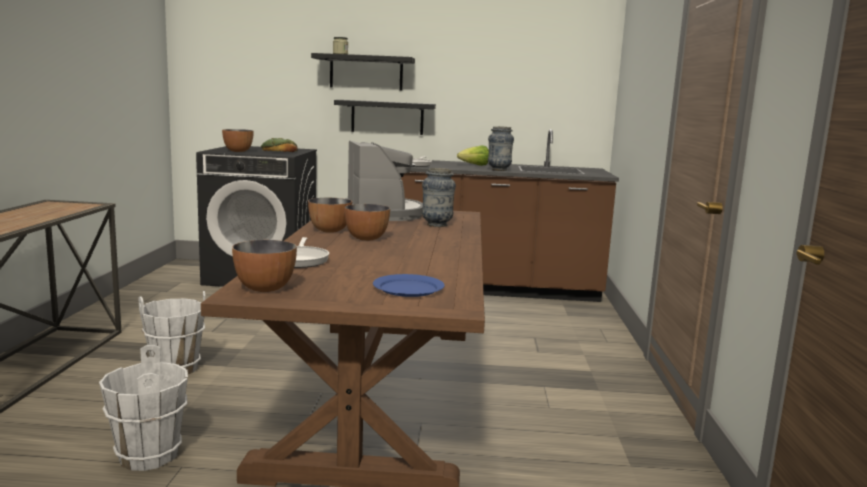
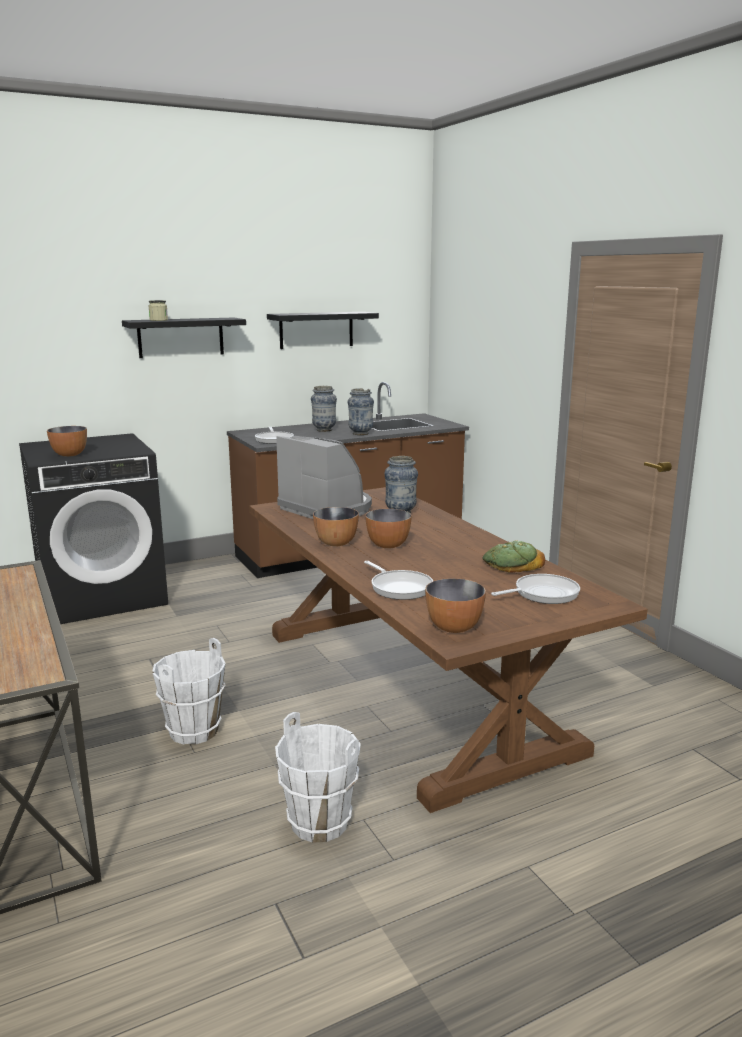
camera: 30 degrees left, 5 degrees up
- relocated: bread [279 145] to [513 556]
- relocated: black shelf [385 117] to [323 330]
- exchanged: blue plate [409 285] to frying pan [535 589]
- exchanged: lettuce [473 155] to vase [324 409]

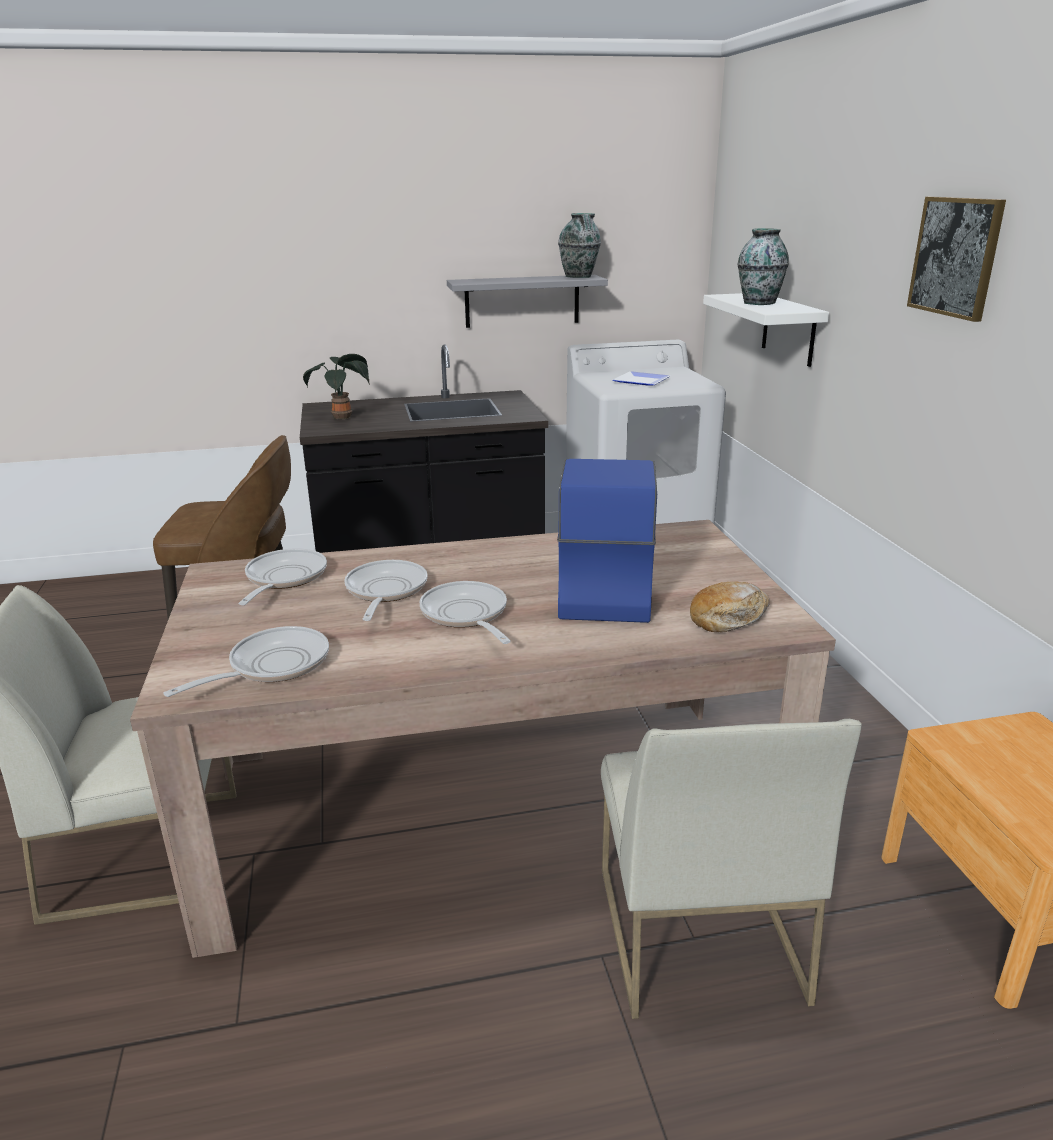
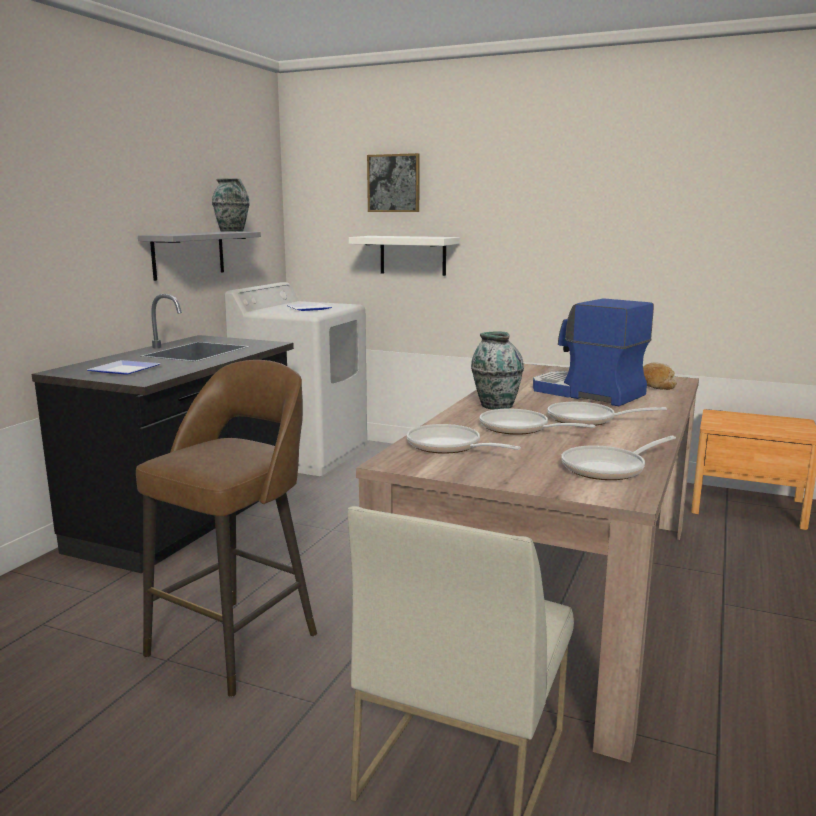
camera: 55 degrees left, 10 degrees down
- missing: white chair [731 869]
- relocated: vase [763 266] to [497 370]
- relocated: picture [956 259] to [393 182]
- exchanged: potted plant [336 386] to plate [123 367]
- spun: frying pan [246 661] = [618 458] 105 degrees counterclockwise

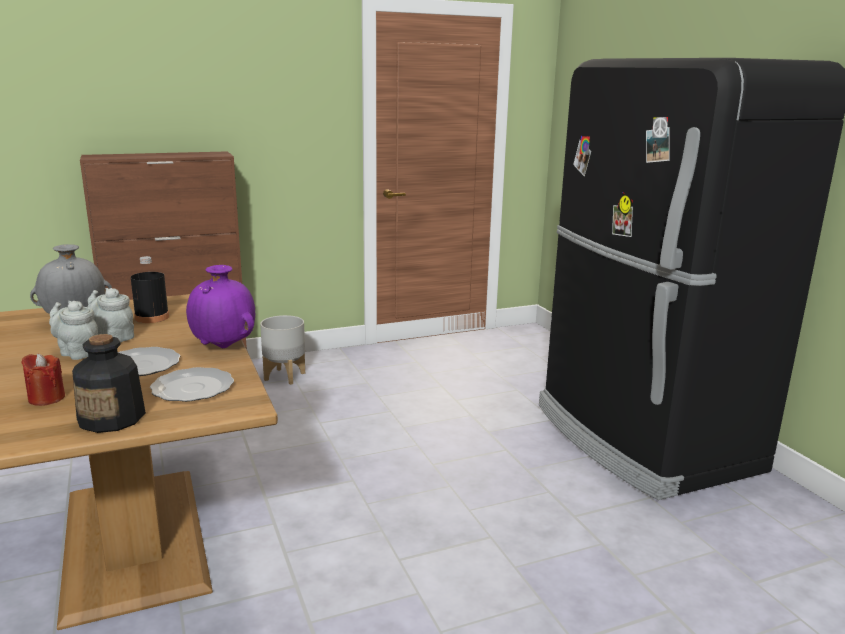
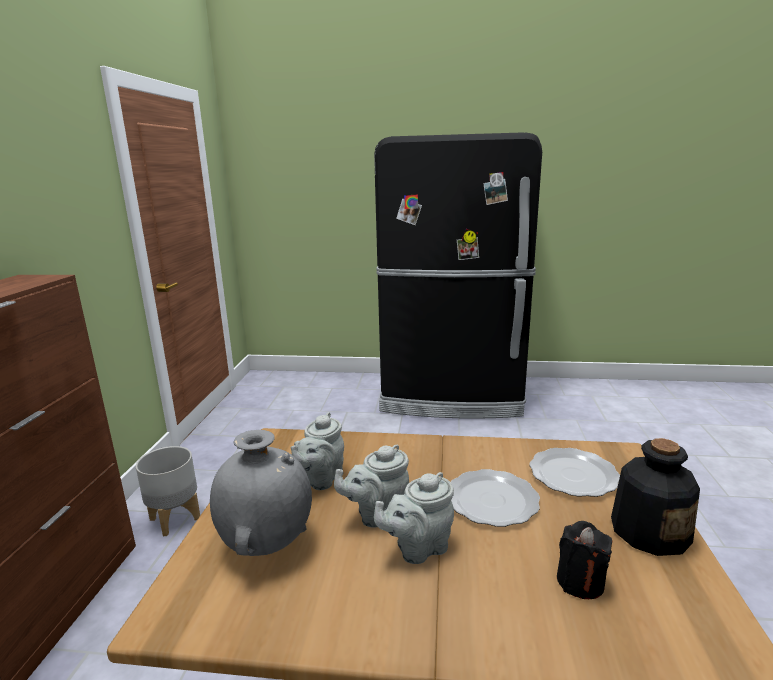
camera: 60 degrees left, 0 degrees up
- missing: purple vase [220 306]
- exchanged: black bottle [150 289] to grey teapot [317 451]
- colour: red candle [43 380] to black candle [584 560]

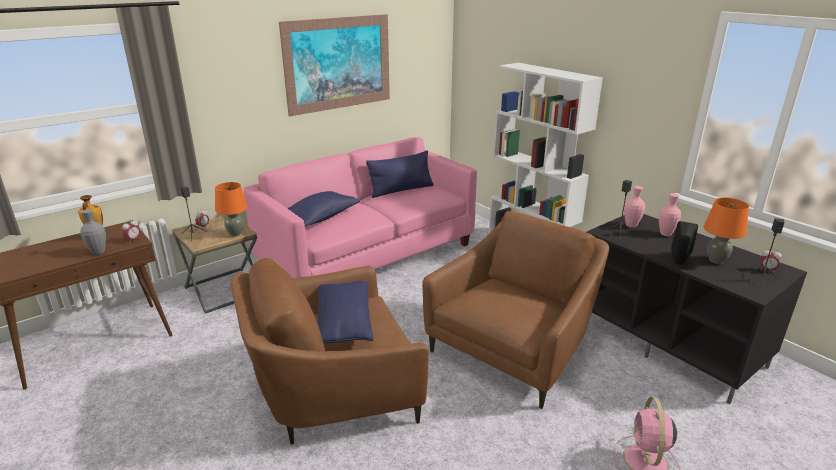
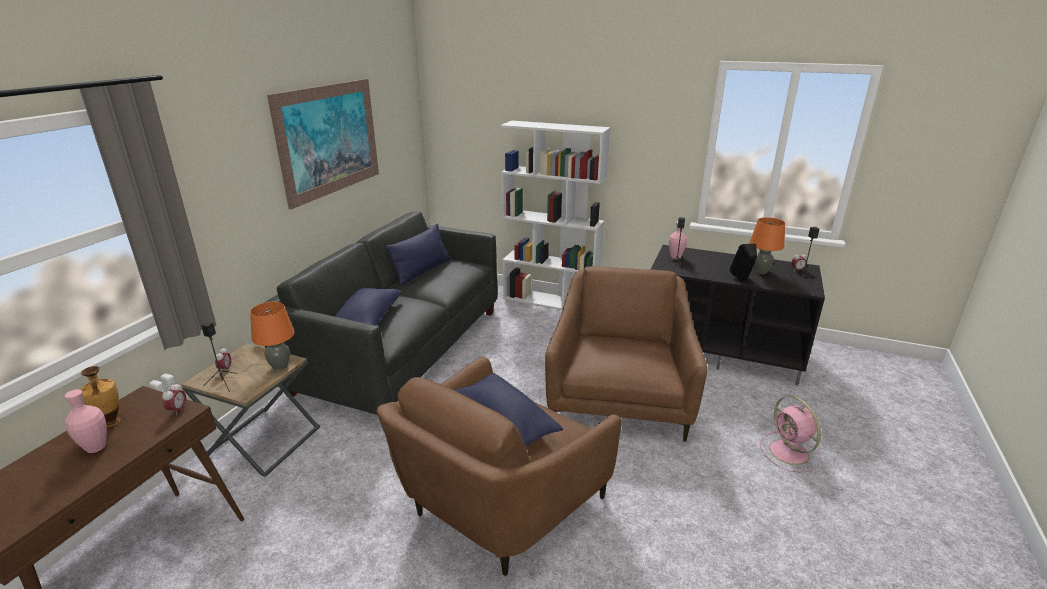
camera: 30 degrees left, 0 degrees up
- missing: grey vase [93 232]
- relocated: pink vase [670 214] to [85 421]
- colour: pink sofa [360 207] to grey sofa [381 313]

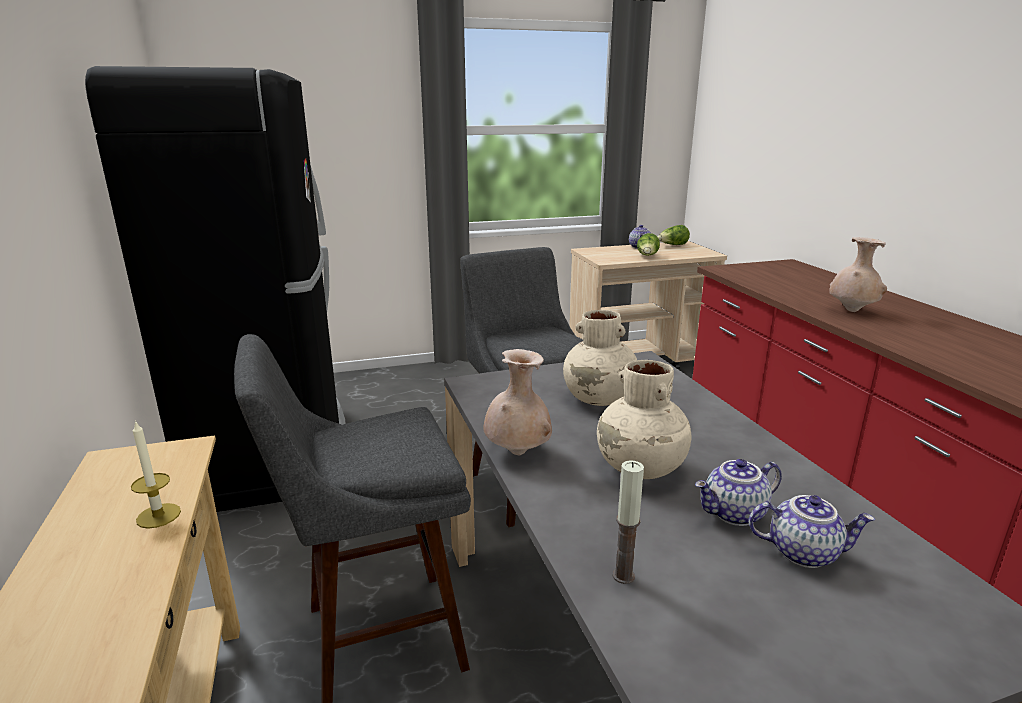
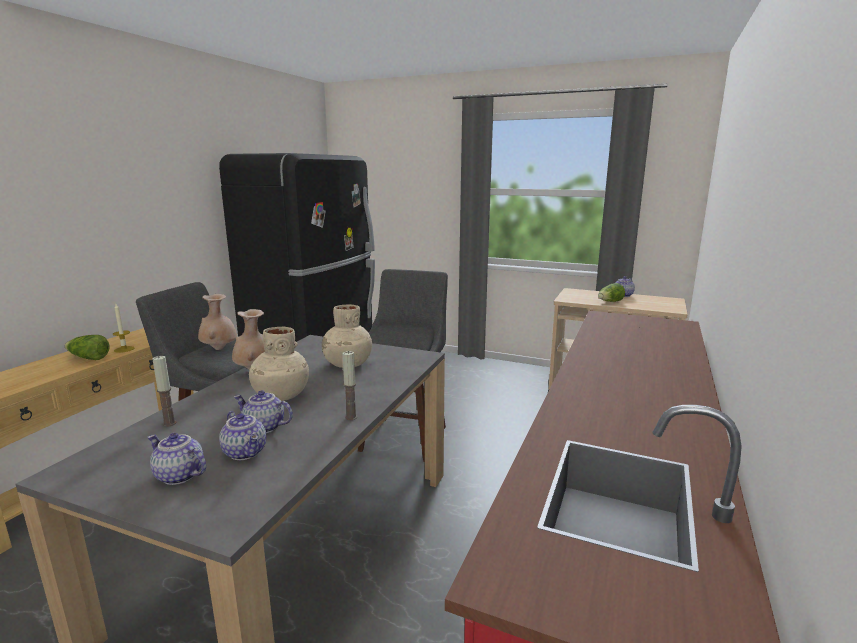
camera: 40 degrees right, 5 degrees down
- appeared: teapot [177 459]
- appeared: candle [349 385]
- relocated: lettuce [674 235] to [87 347]
- relocated: beige vase [858 274] to [217 322]

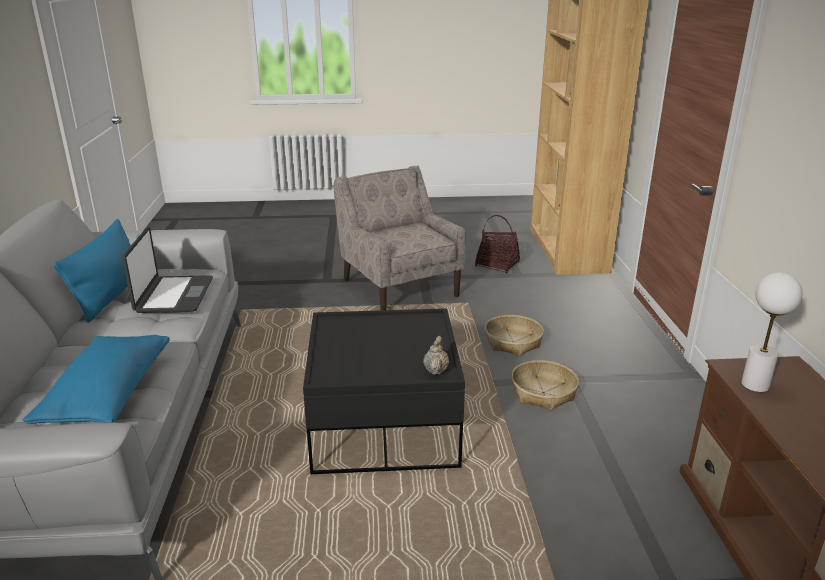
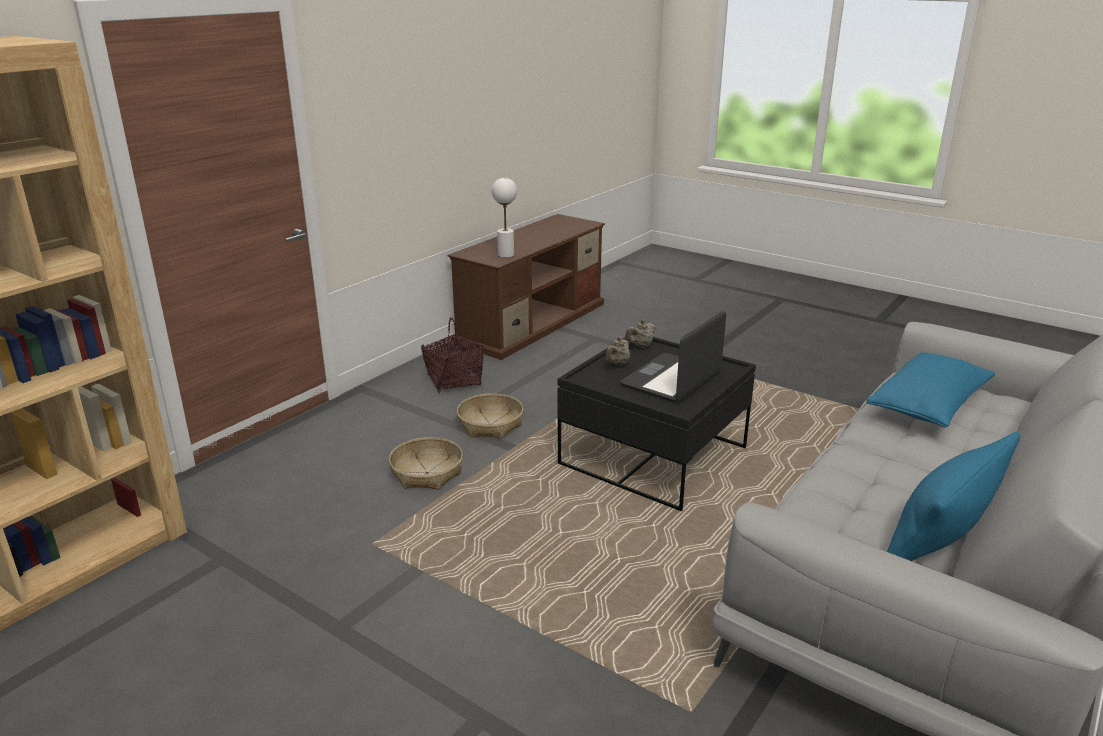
camera: 140 degrees left, 0 degrees up
- missing: beige armchair [399 237]
- appeared: beige teapot [617 351]
- relocated: laptop [167 270] to [673 356]
- relocated: basket [497 244] to [452 355]

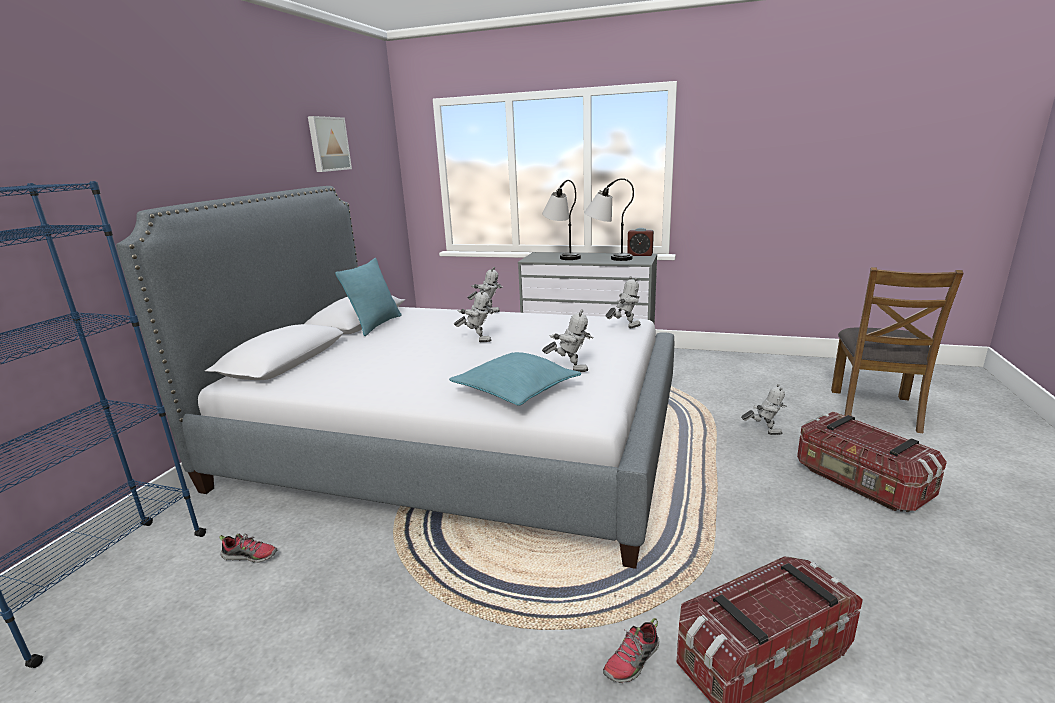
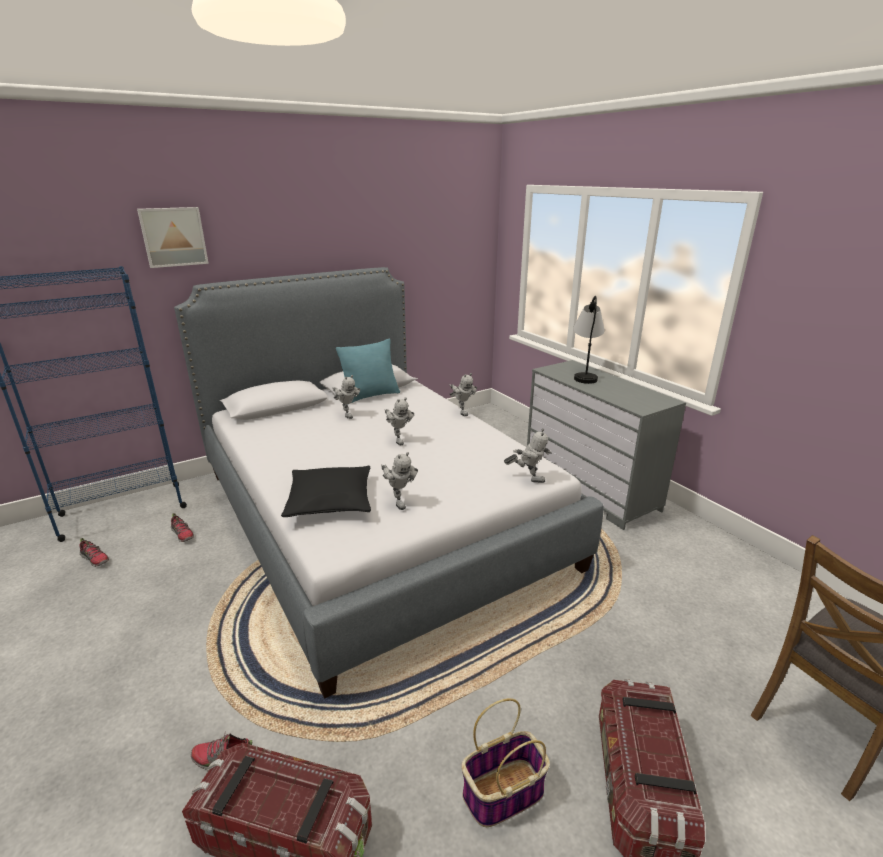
camera: 40 degrees right, 5 degrees up
- missing: table lamp [609 219]
- missing: alarm clock [640 242]
- appeared: shoe [94 552]
- appeared: basket [505 762]
- relocated: picture [330 144] to [173 237]
- relocated: toy robot [764 409] to [346 397]
- colour: turquoise pillow [515 379] to black pillow [326 491]

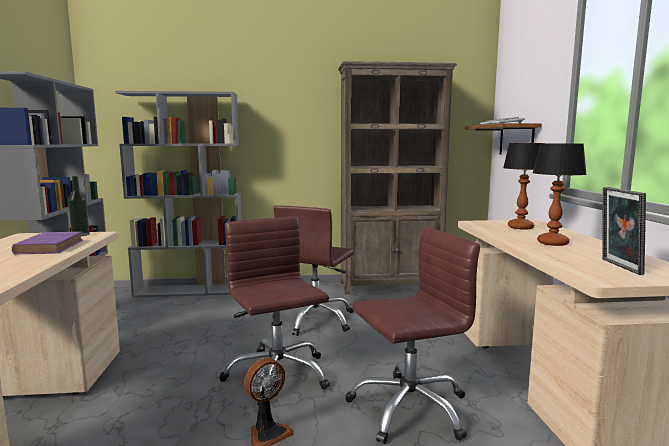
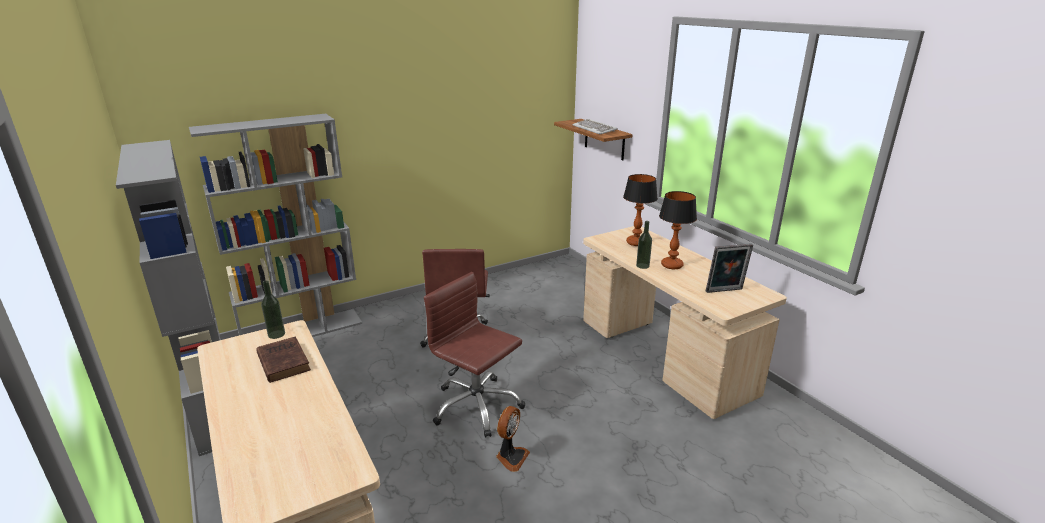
camera: 25 degrees left, 15 degrees up
- missing: brown bookcase [397 177]
- missing: brown office chair [412 335]
- appeared: bottle [644 245]
- colour: purple book [47 243] to brown book [283 360]
- spun: picture frame [624 231] = [729 268] 75 degrees counterclockwise

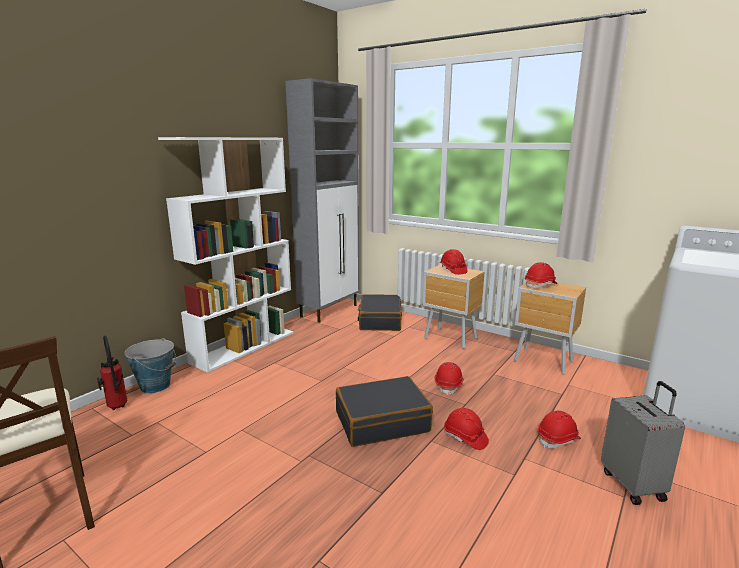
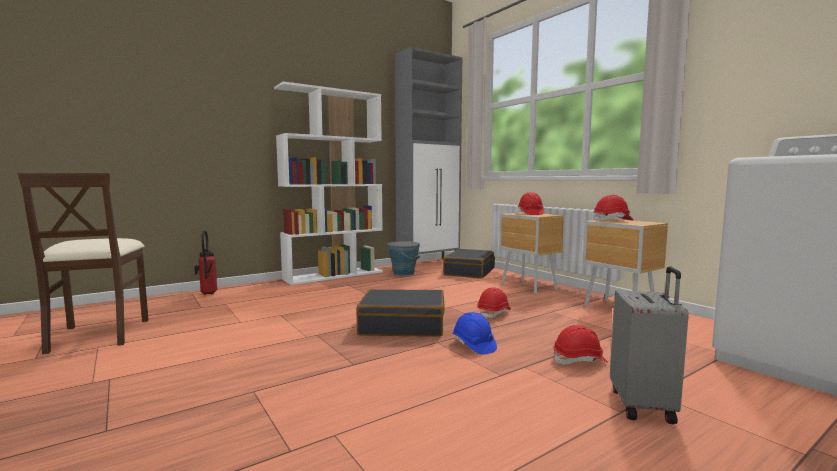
camera: 20 degrees right, 10 degrees down
- relocated: bucket [150 366] to [404 258]
- colour: red hard hat [466 429] to blue hard hat [475 333]

